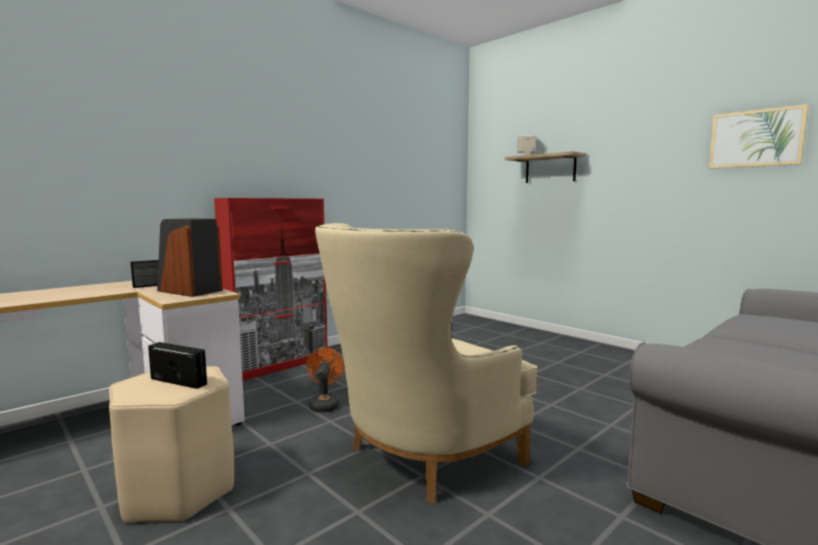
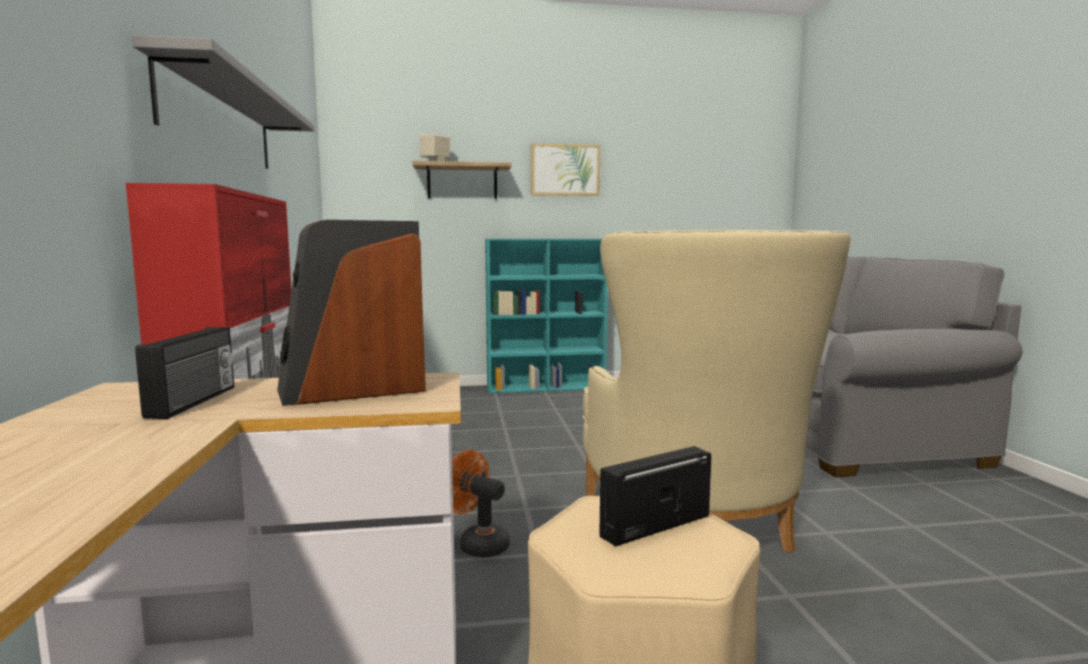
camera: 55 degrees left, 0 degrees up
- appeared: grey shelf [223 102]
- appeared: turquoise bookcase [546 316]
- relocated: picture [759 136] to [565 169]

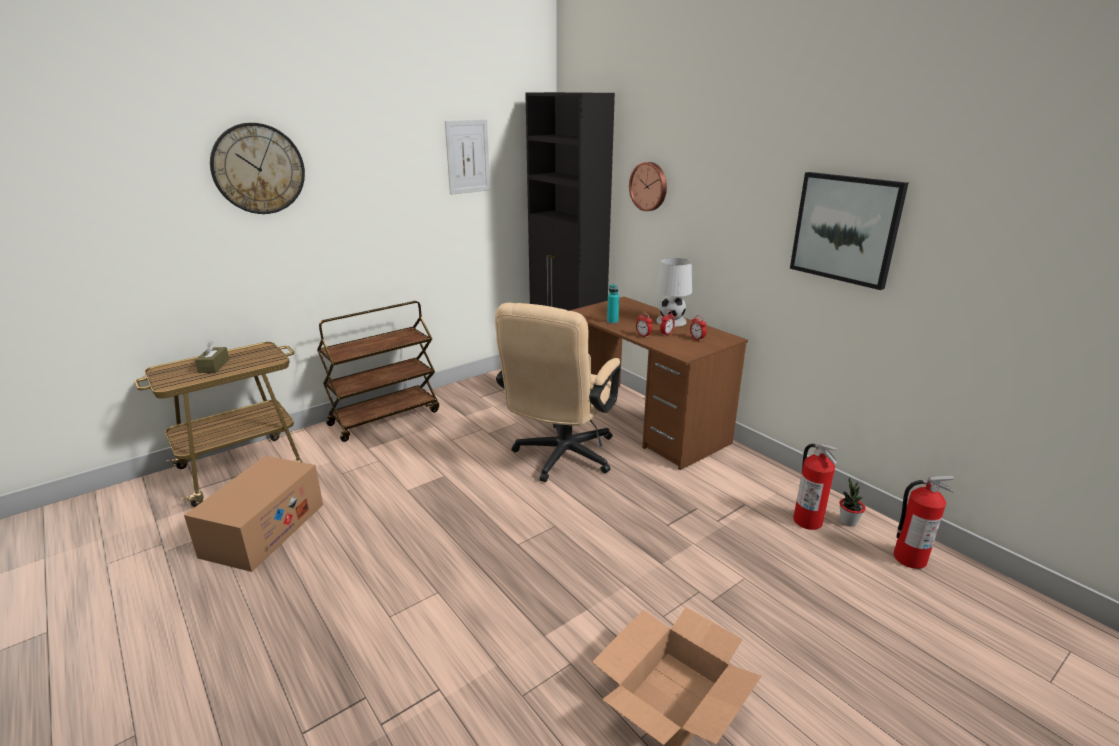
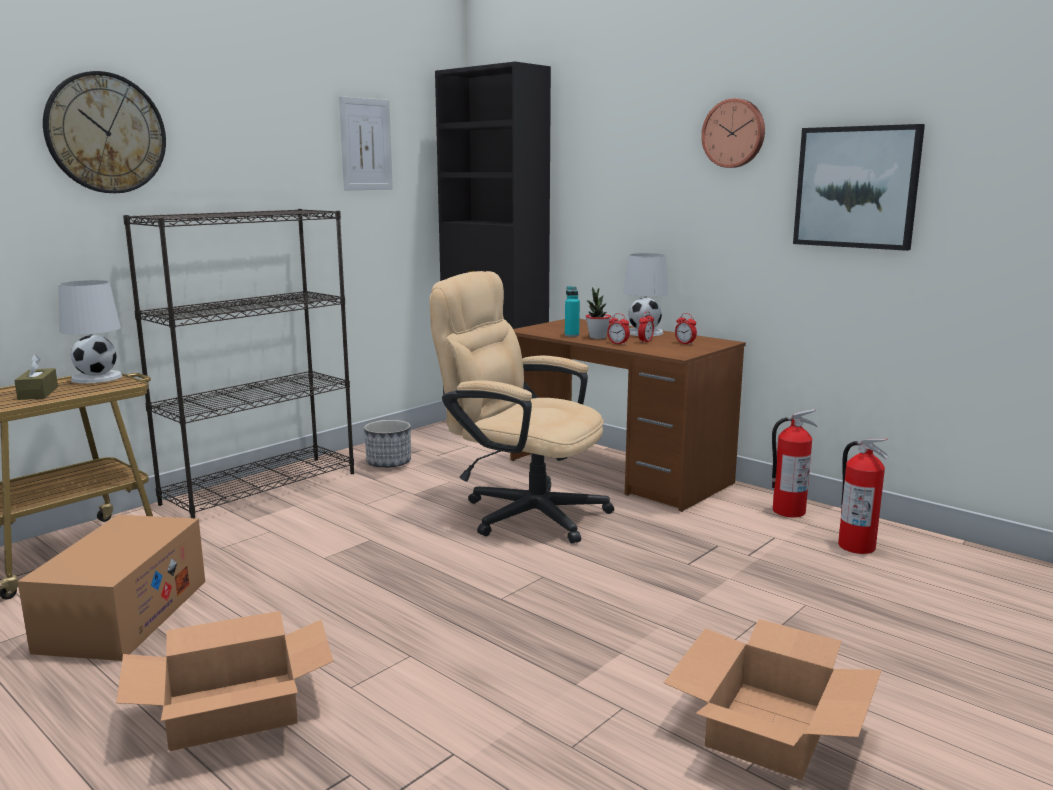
camera: 10 degrees left, 10 degrees down
- appeared: white table lamp [90 331]
- appeared: cardboard box [225 681]
- appeared: planter [387 444]
- relocated: wall clock [648 186] to [733 133]
- relocated: potted plant [852 502] to [598 313]
- relocated: fire extinguisher [924 522] to [794 463]
- exchanged: brown cart [378 371] to black bookcase [238 363]
- spun: beige office chair [558 392] = [521 407] 105 degrees clockwise

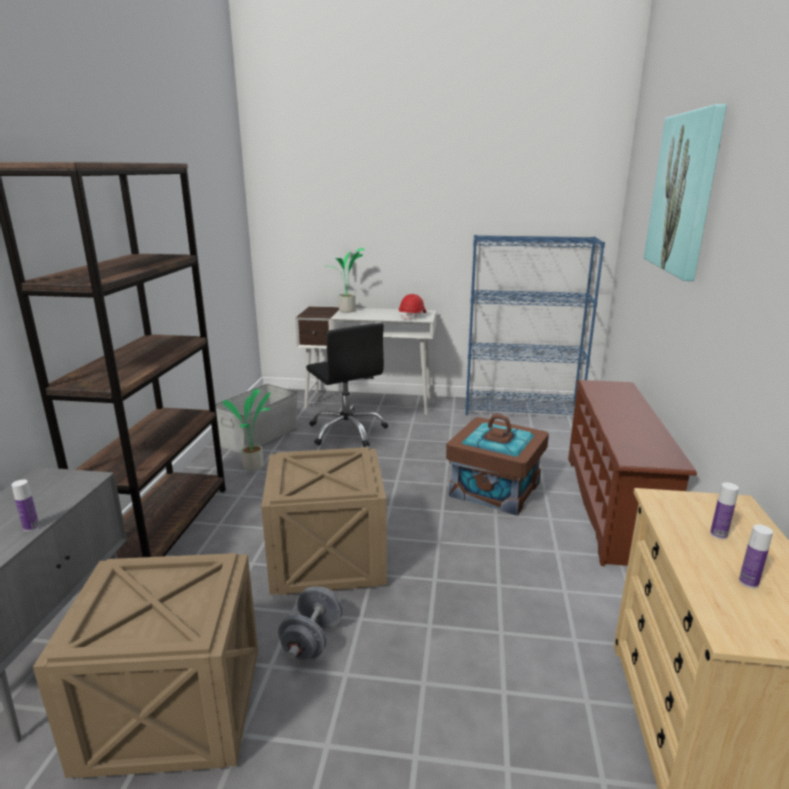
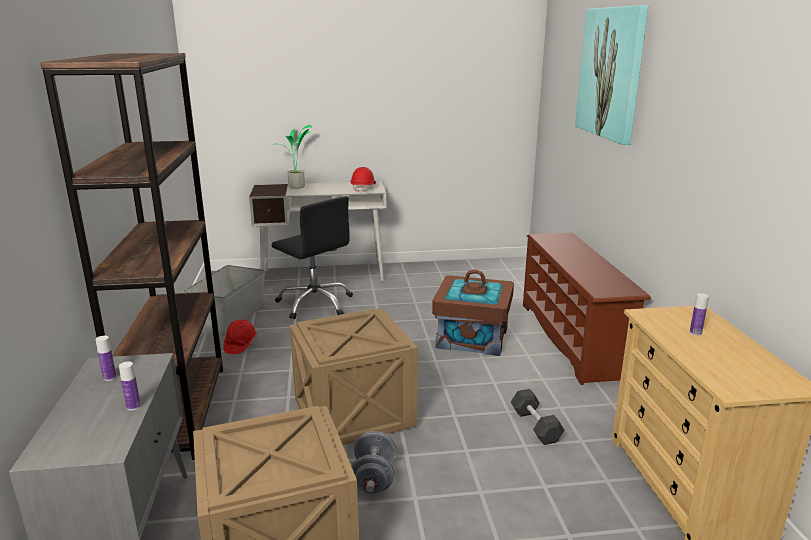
camera: 15 degrees left, 0 degrees up
- missing: blue bookcase [535 325]
- appeared: black dumbbell [538 417]
- relocated: bottle [756 556] to [105 358]
- exchanged: potted plant [246 430] to red hard hat [240 336]

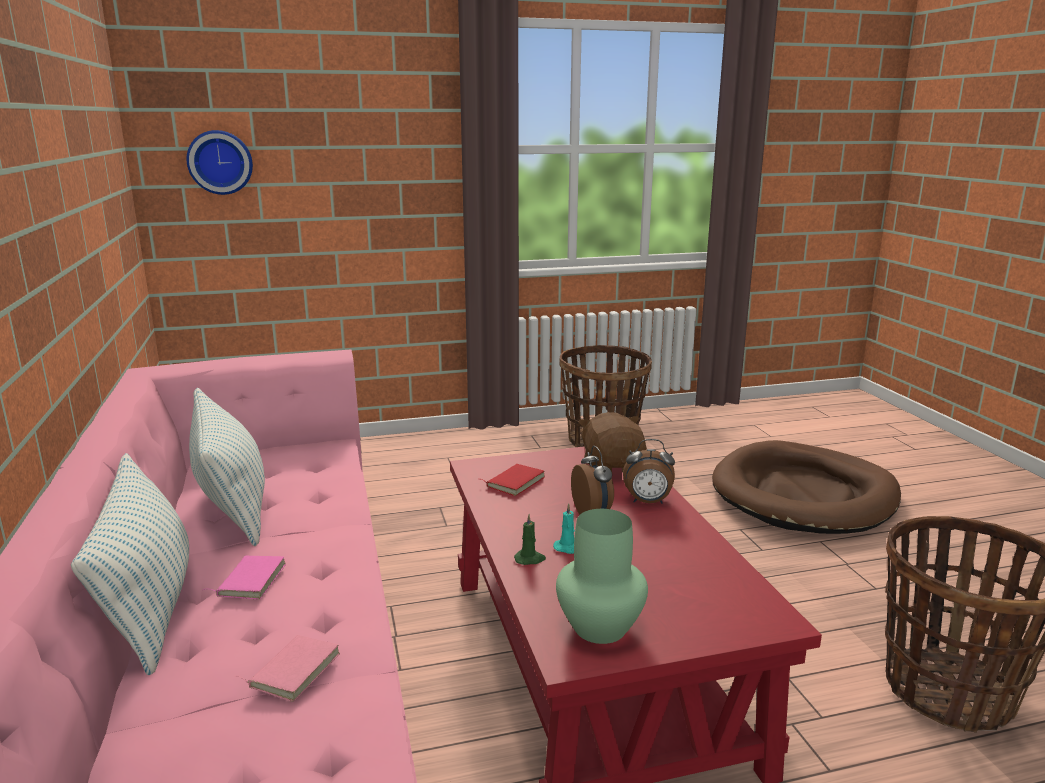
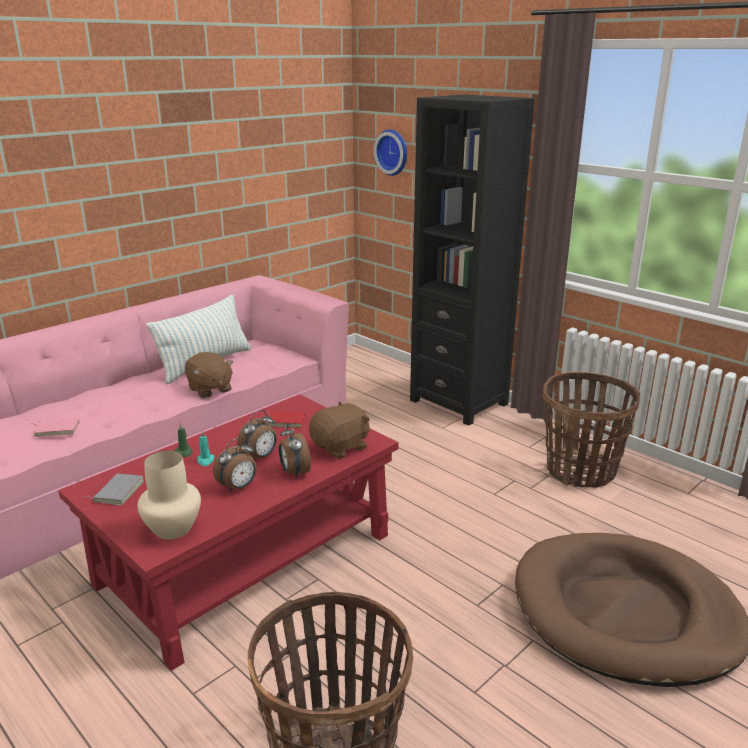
camera: 60 degrees right, 5 degrees up
- missing: pillow [130 564]
- missing: pink book [244 577]
- appeared: beige vase [169 495]
- appeared: brown plush toy [209 375]
- appeared: alarm clock [235 465]
- appeared: black bookcase [472 260]
- exchanged: green vase [602 576] to grey book [114 489]

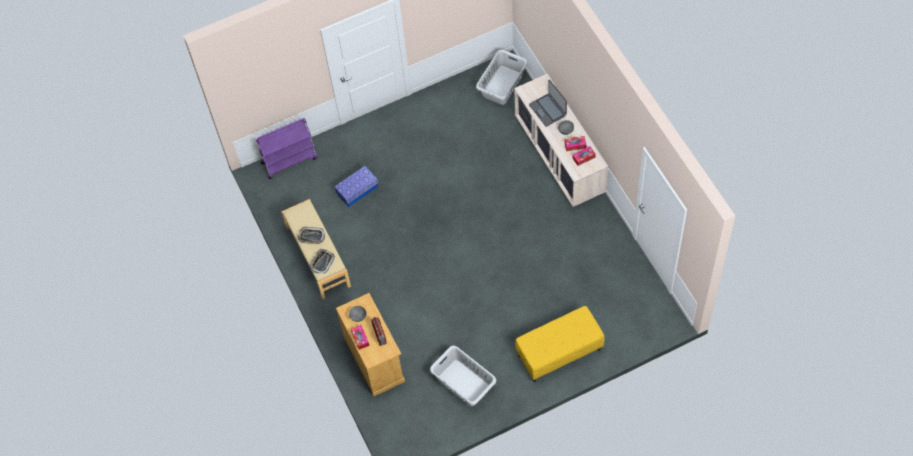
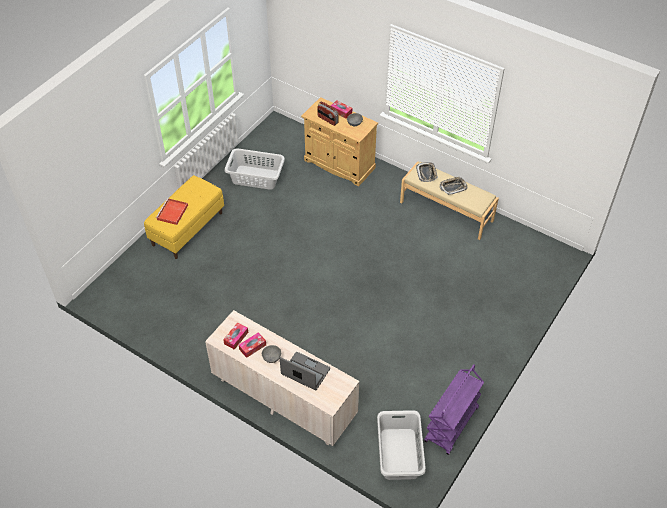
camera: 145 degrees right, 10 degrees down
- missing: storage box [356 186]
- appeared: red tray [172 211]
- relocated: purple cart [286 148] to [454 409]

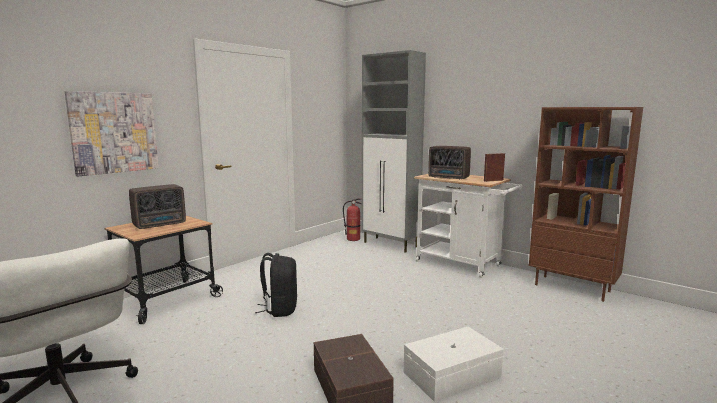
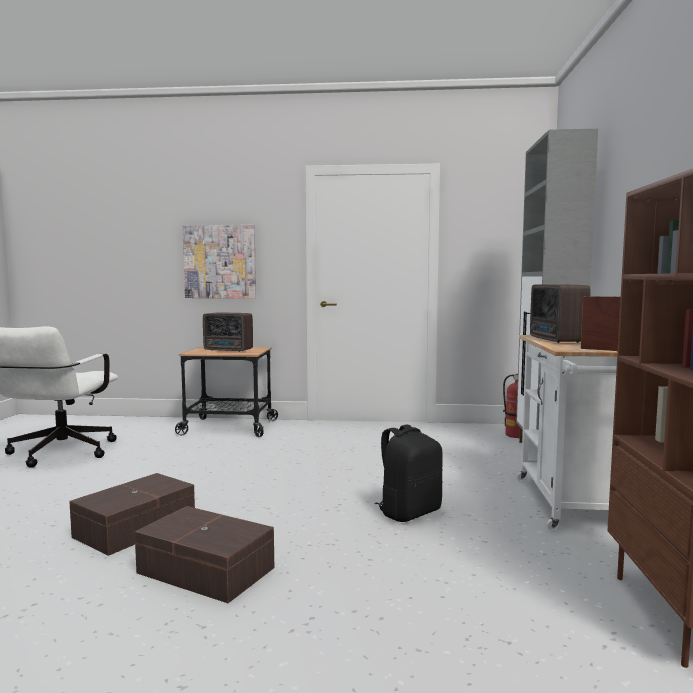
camera: 55 degrees right, 5 degrees down
- relocated: black backpack [276 285] to [409 473]
- colour: white storage box [454 364] to brown storage box [204 554]

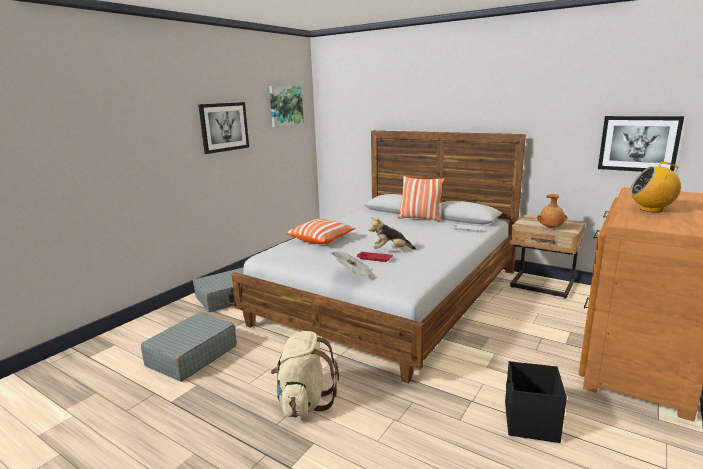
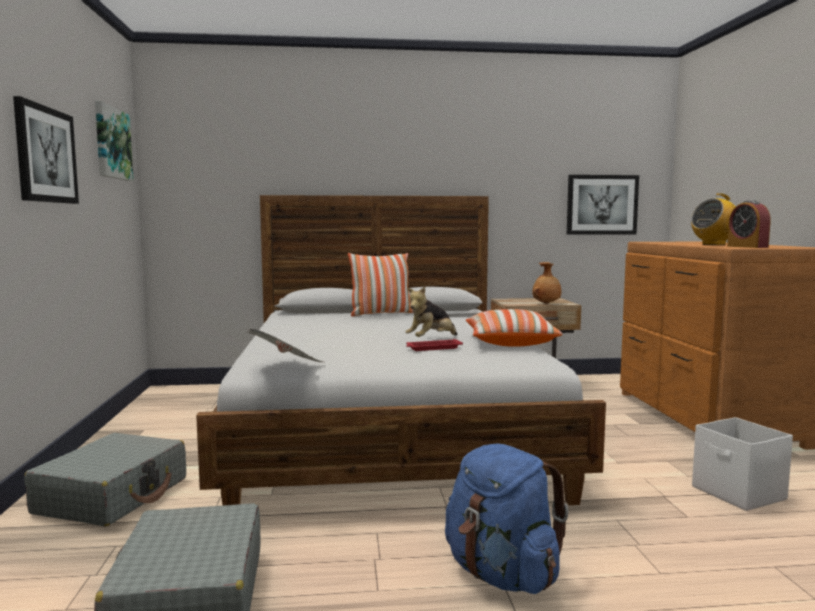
camera: 40 degrees left, 10 degrees down
- appeared: alarm clock [749 224]
- relocated: pillow [321 231] to [514 328]
- relocated: newspaper [353 264] to [285 345]
- colour: beige backpack [305 374] to blue backpack [507 518]
- colour: black storage box [536 402] to white storage box [742 464]

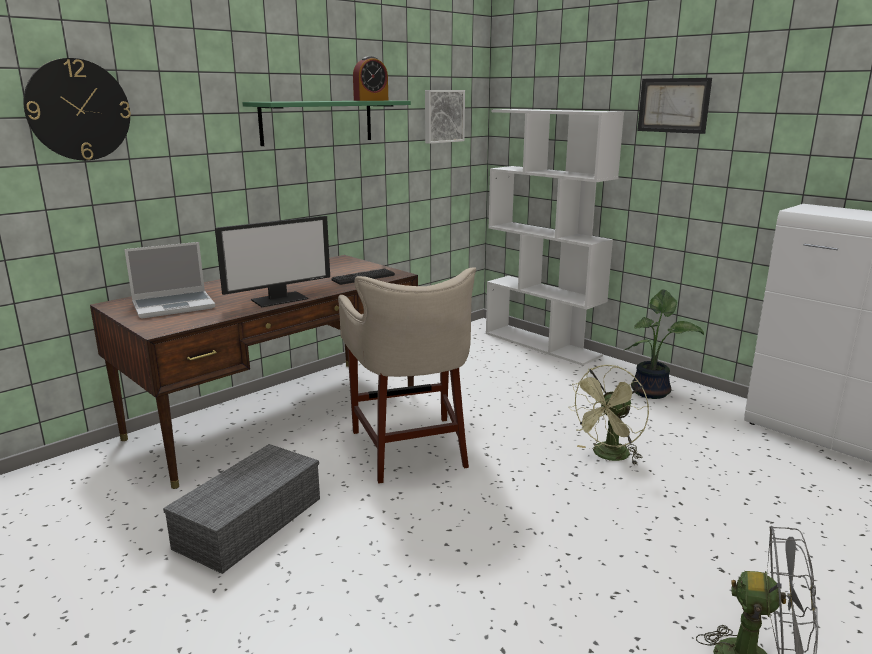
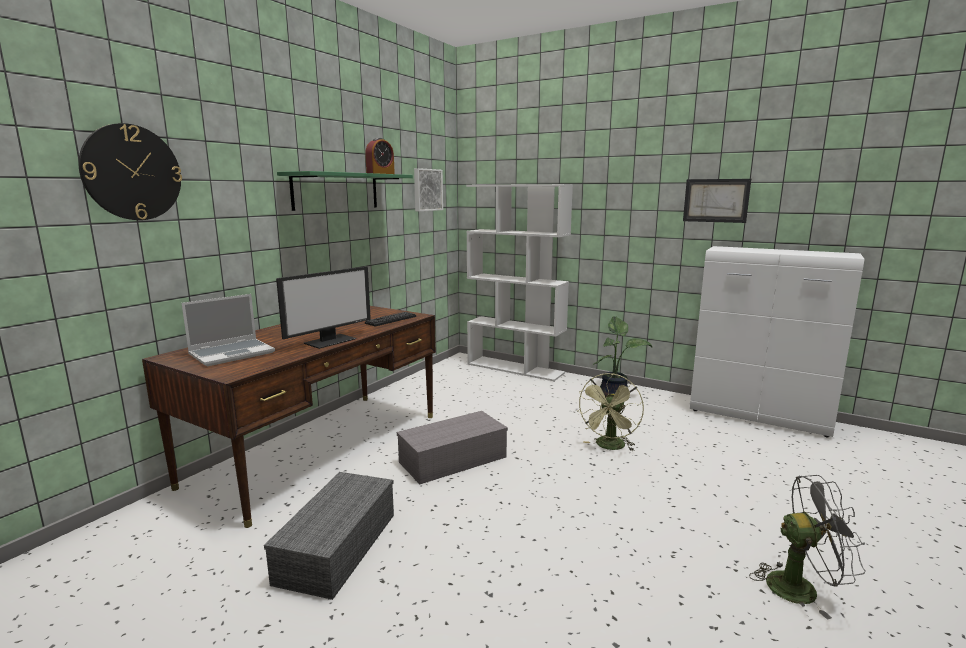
camera: 15 degrees left, 5 degrees down
- relocated: picture [674 106] to [717 201]
- exchanged: beige stool [407 375] to grey storage box [452 447]

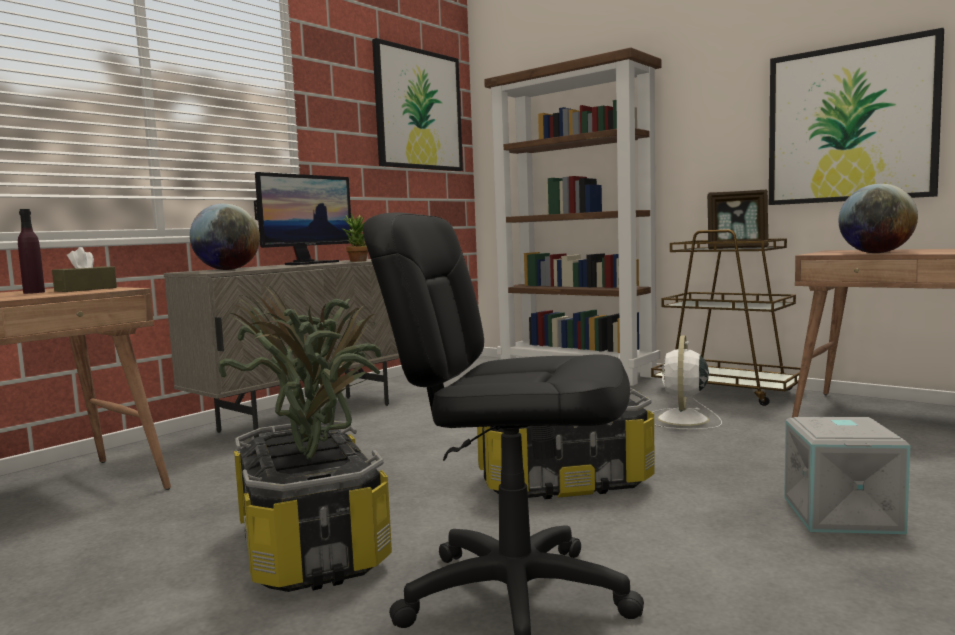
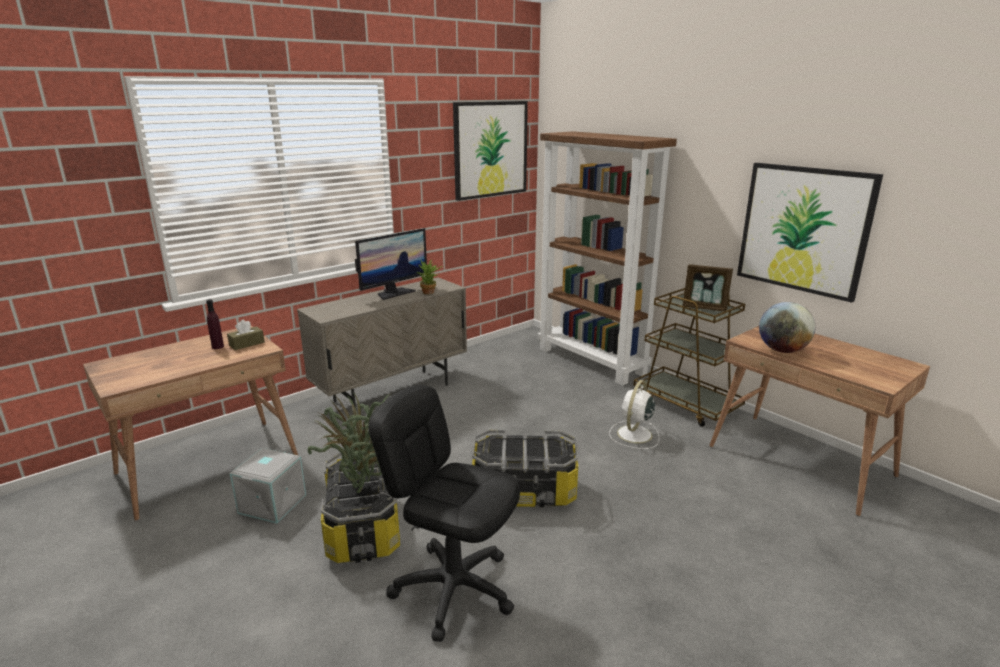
camera: 10 degrees right, 15 degrees up
- missing: globe [225 236]
- relocated: grey storage box [847 475] to [268 485]

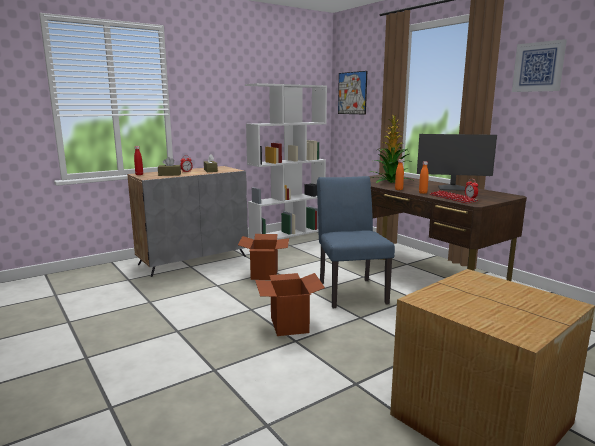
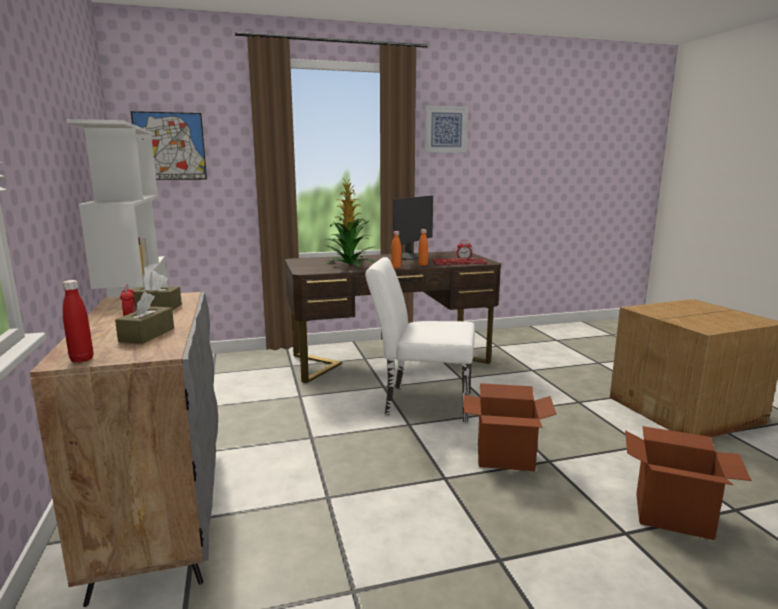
camera: 70 degrees left, 0 degrees up
- relocated: cardboard box [263 257] to [688 483]
- colour: blue chair [356 242] to white chair [420 339]

